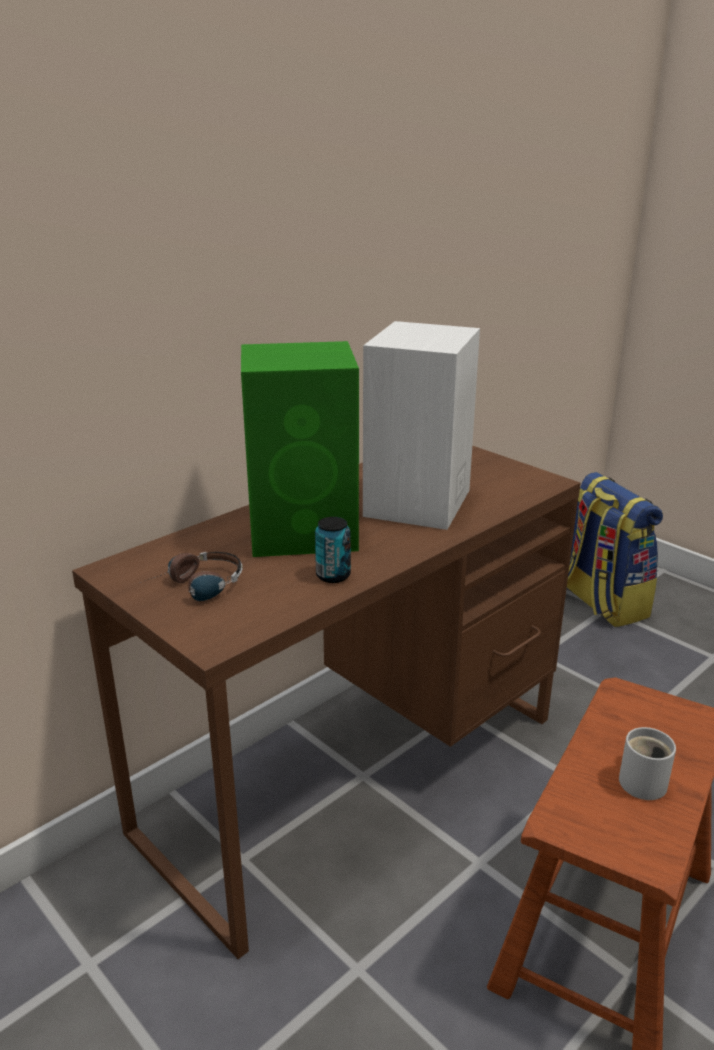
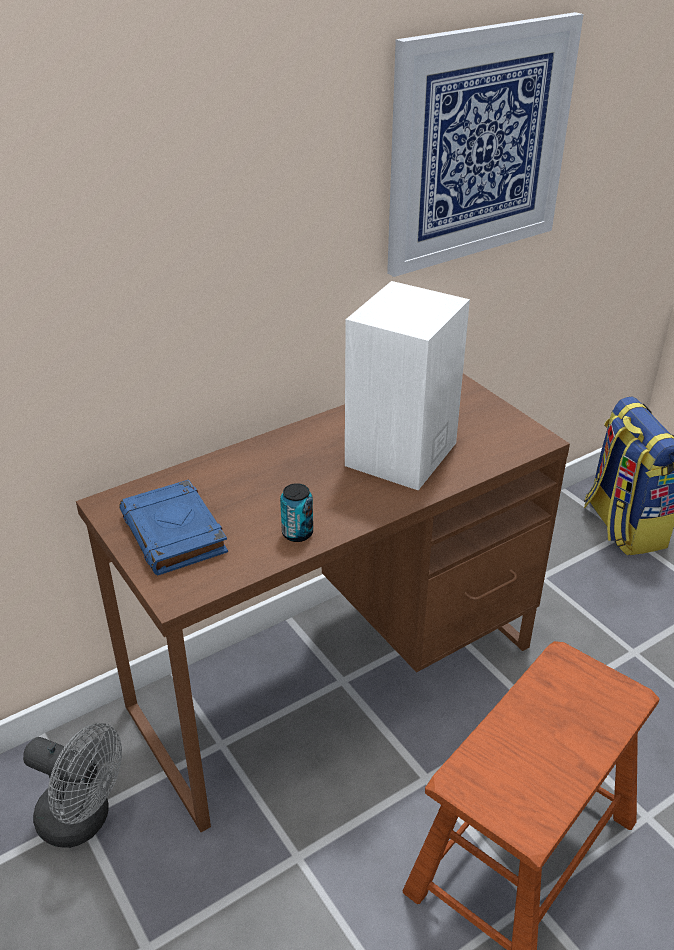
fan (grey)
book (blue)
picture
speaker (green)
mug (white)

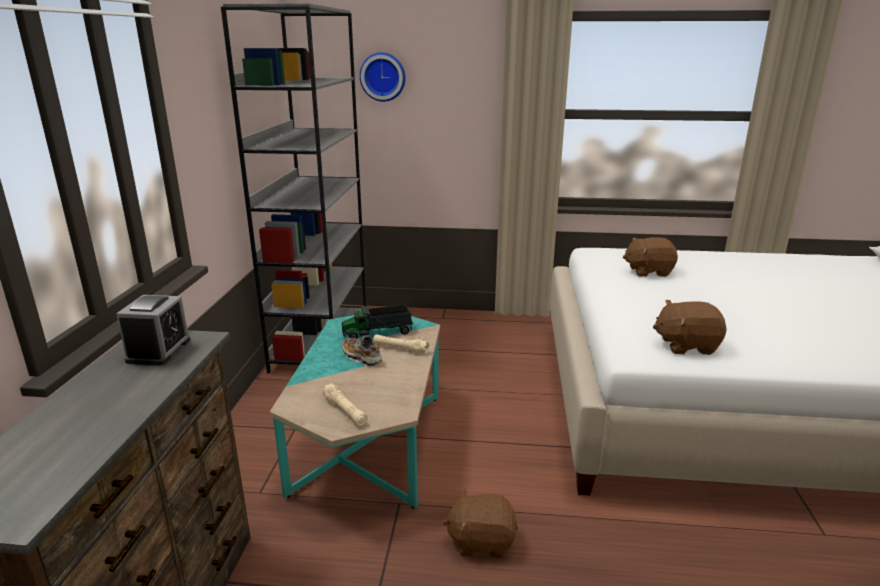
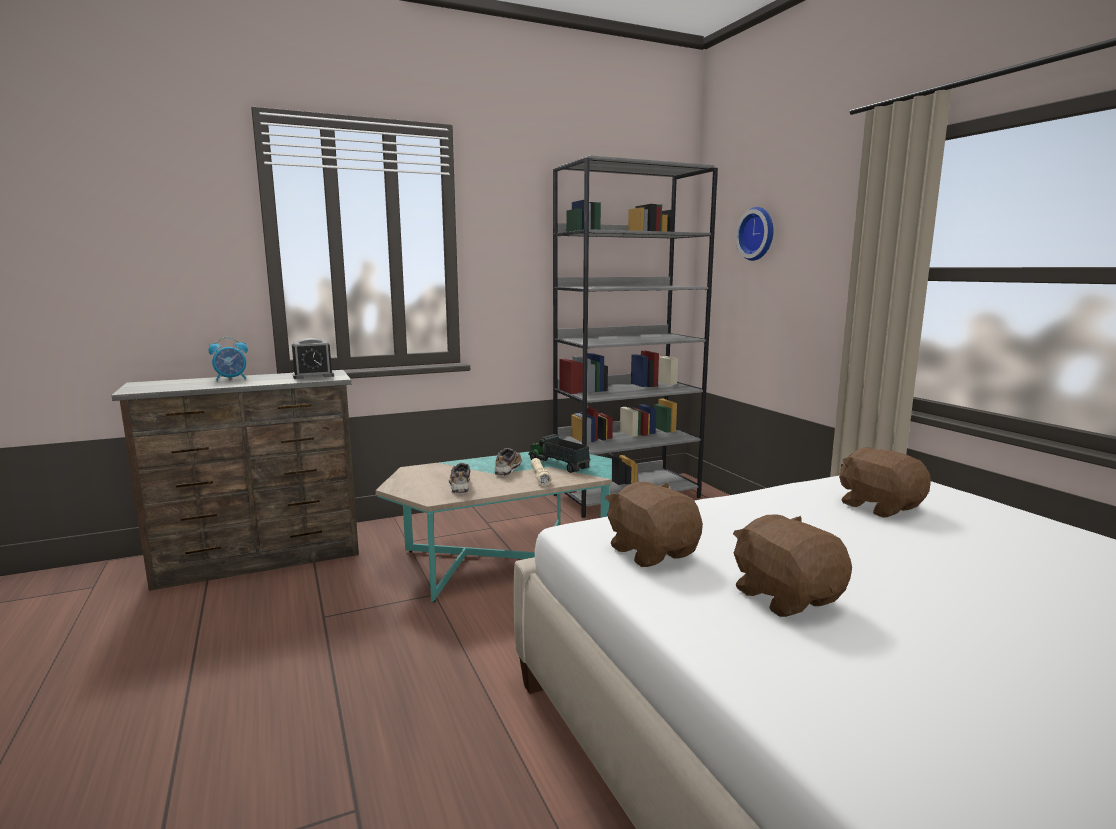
alarm clock (no. 1 from left)
shoe (no. 1 from left)
plush toy (brown) (no. 2 from left)
flashlight (beige) (no. 1 from left in the first image)

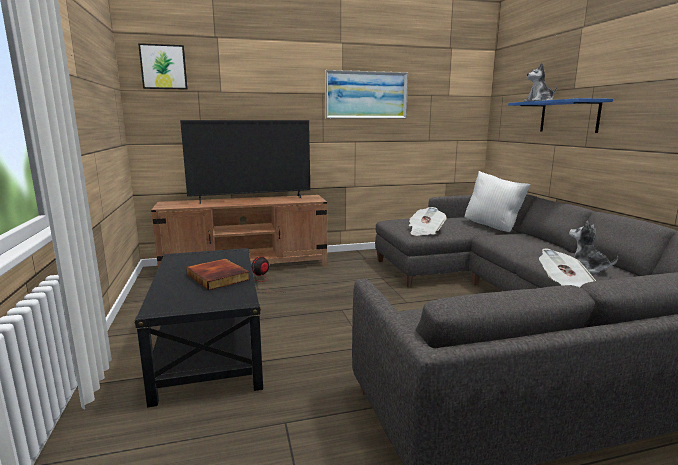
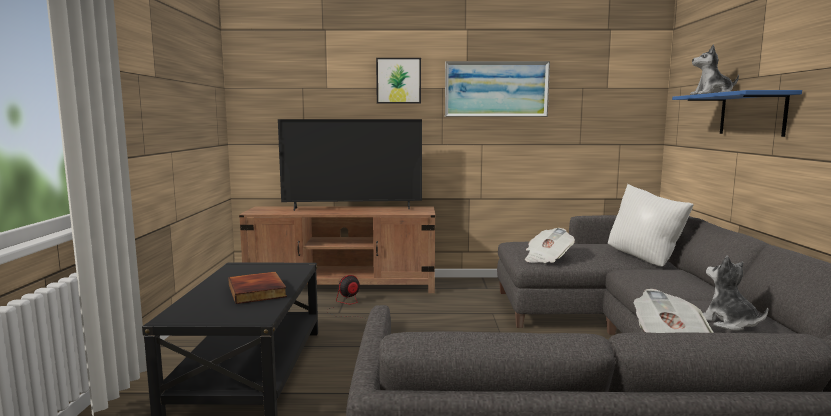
picture (no. 1 from left)

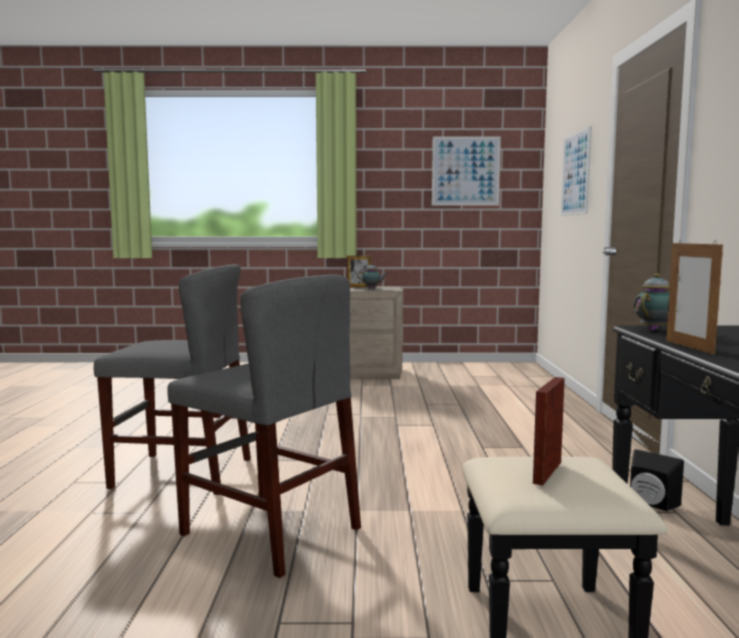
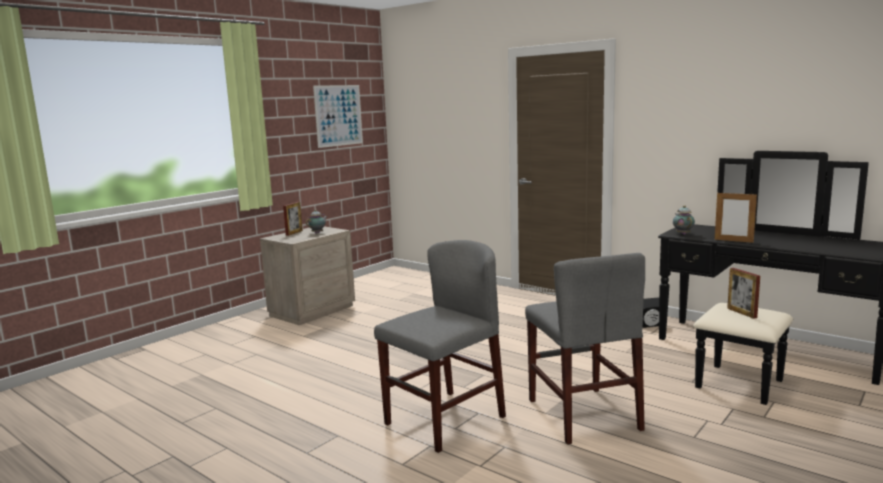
chair (grey) (no. 2 from left)
picture (no. 2 from left in the first image)

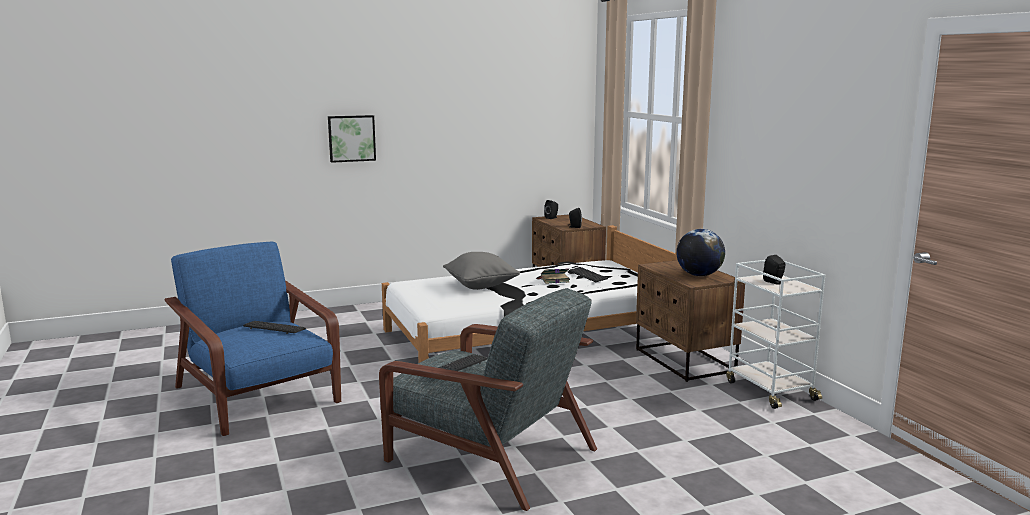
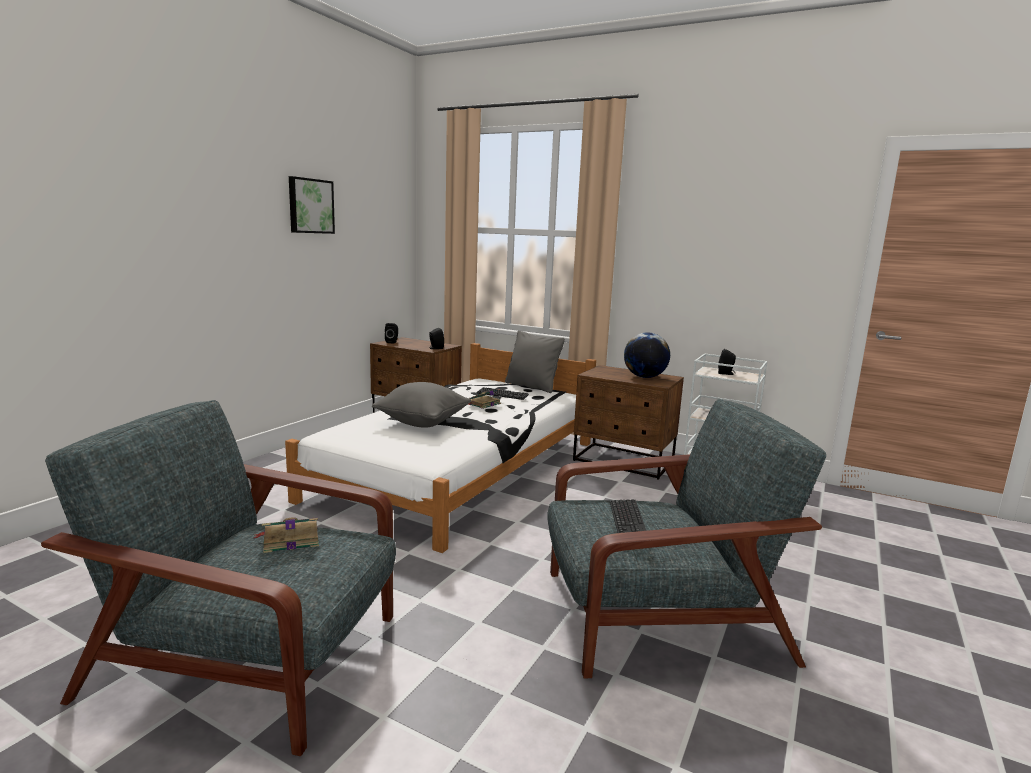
armchair (grey) (no. 1 from left)
book (no. 1 from left)
picture
pillow (grey) (no. 2 from left)

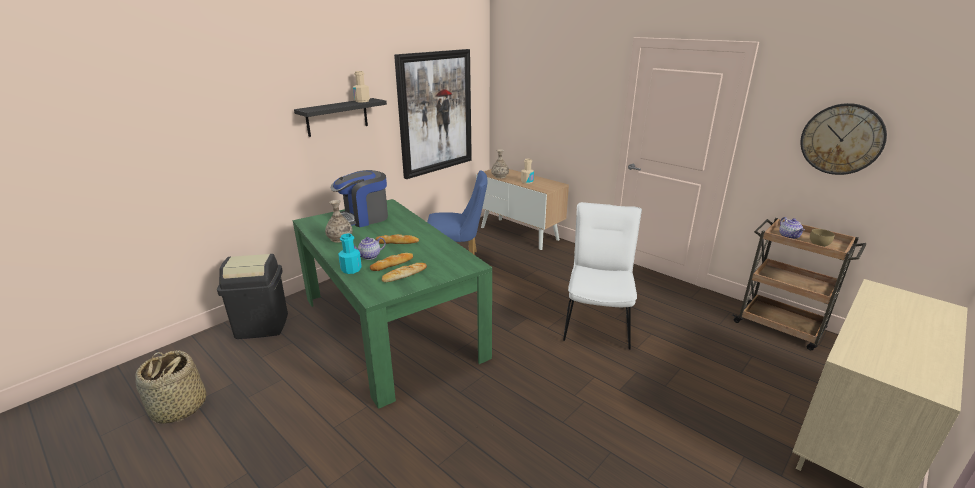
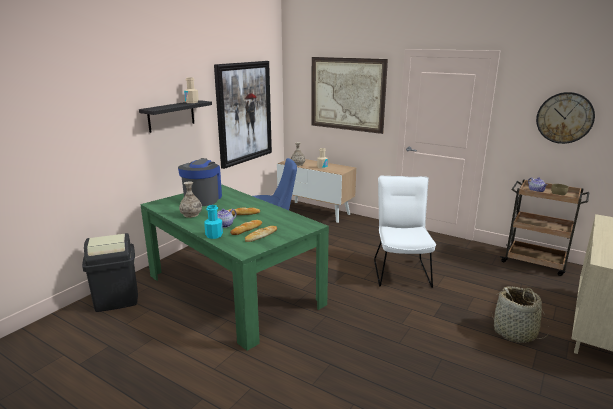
coffee machine
picture (no. 2 from left)
basket

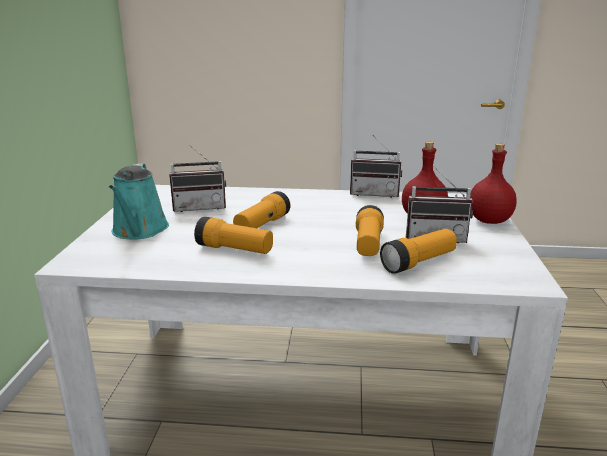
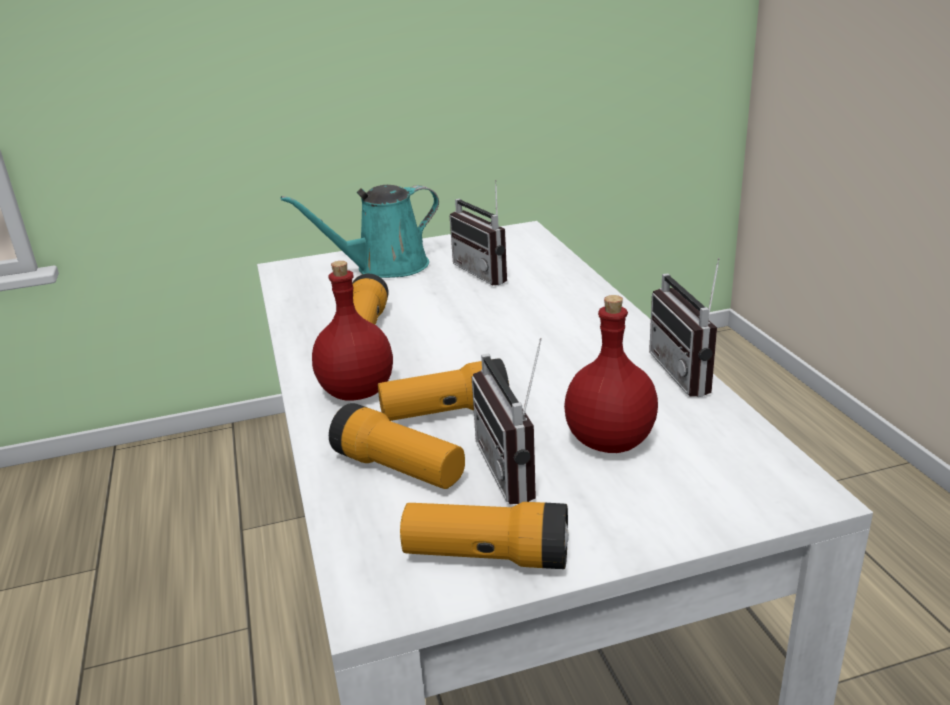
bottle (red) (no. 1 from left)
flashlight (no. 4 from left)

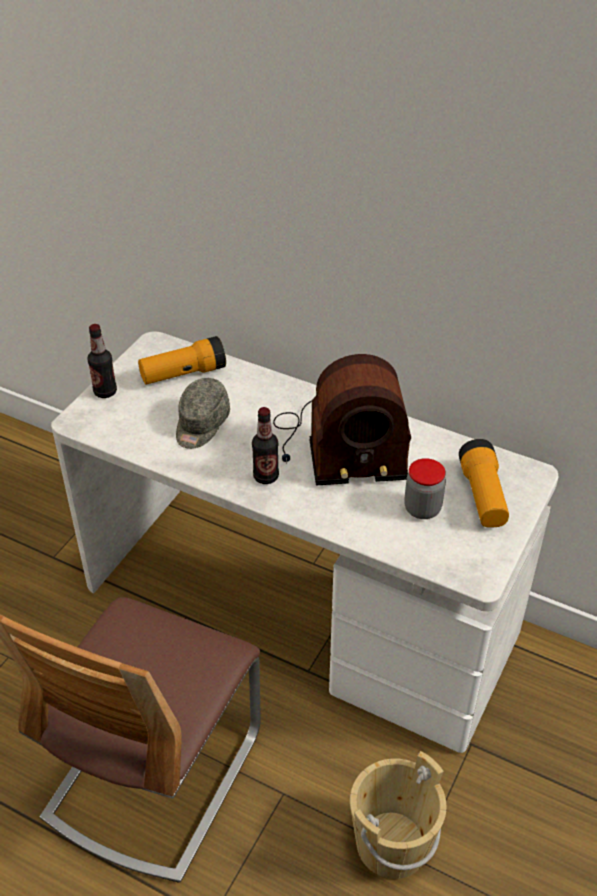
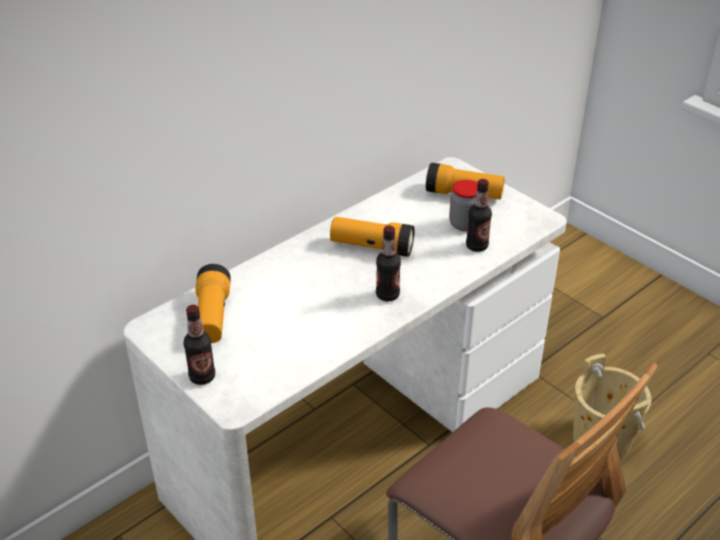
flashlight (no. 2 from left)
bottle (no. 3 from left)
cap (grey)

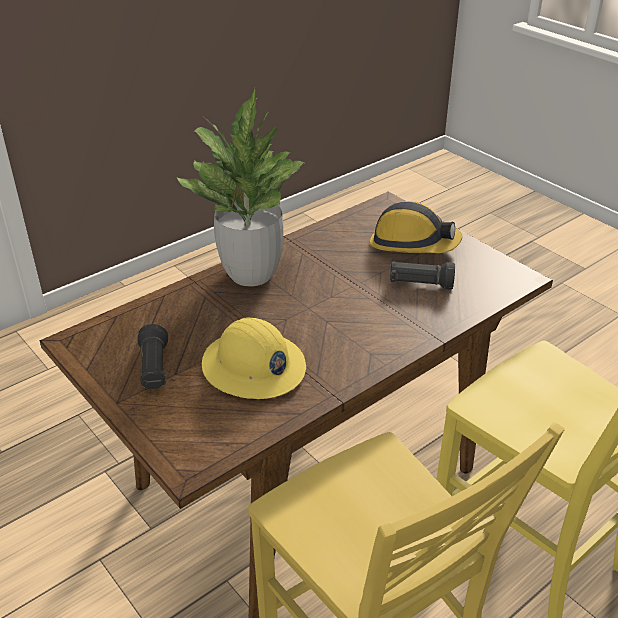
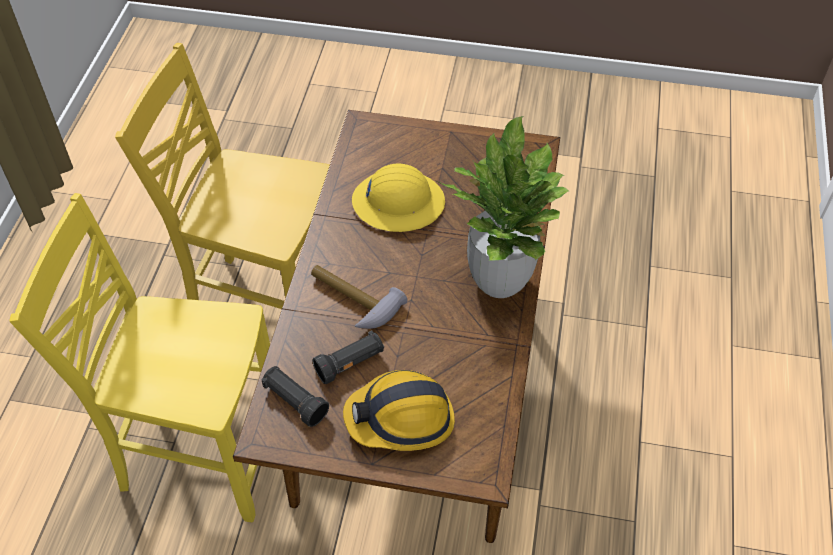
flashlight (black) (no. 1 from left)
hammer

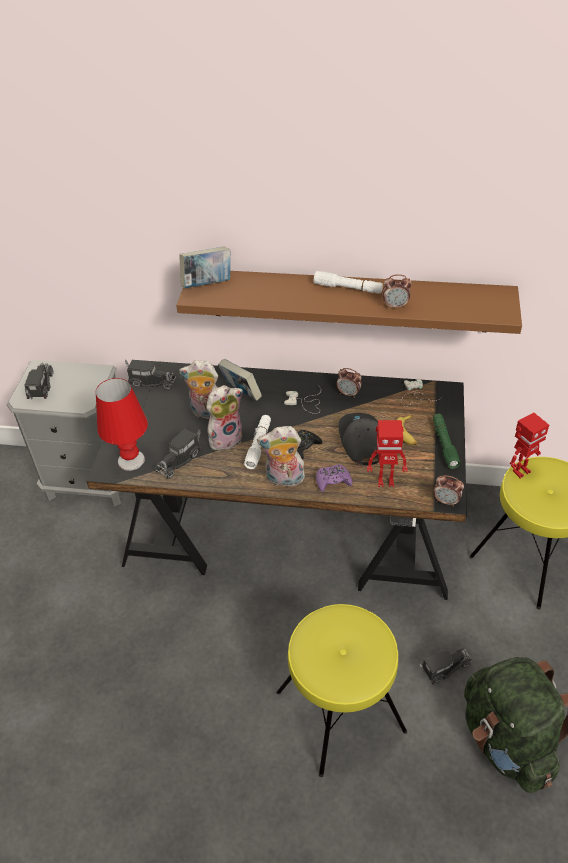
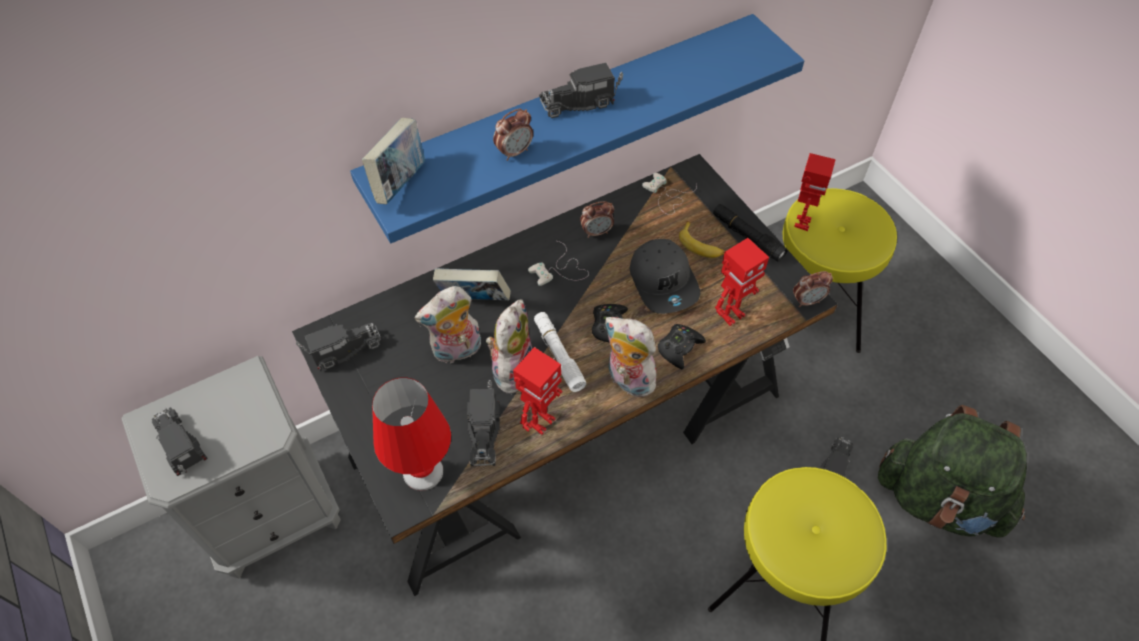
shelf (blue)
alarm clock (no. 1 from left)
toy robot (no. 1 from left)
toy truck (no. 4 from left)
plush toy (no. 3 from left)
cap (grey)
game controller (black) (no. 2 from left)
flashlight (black)

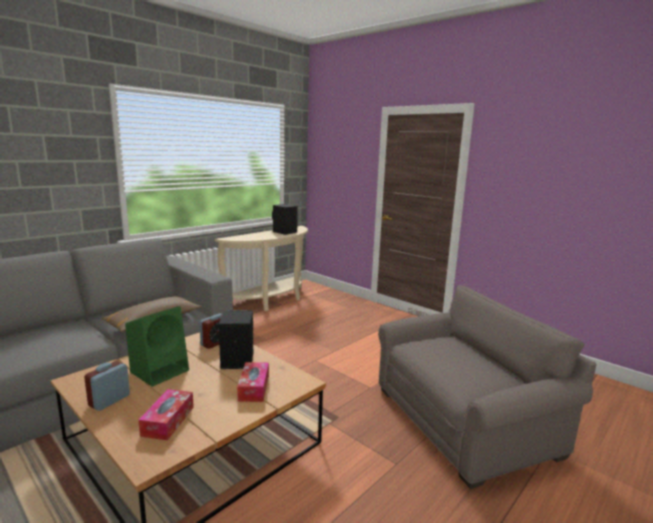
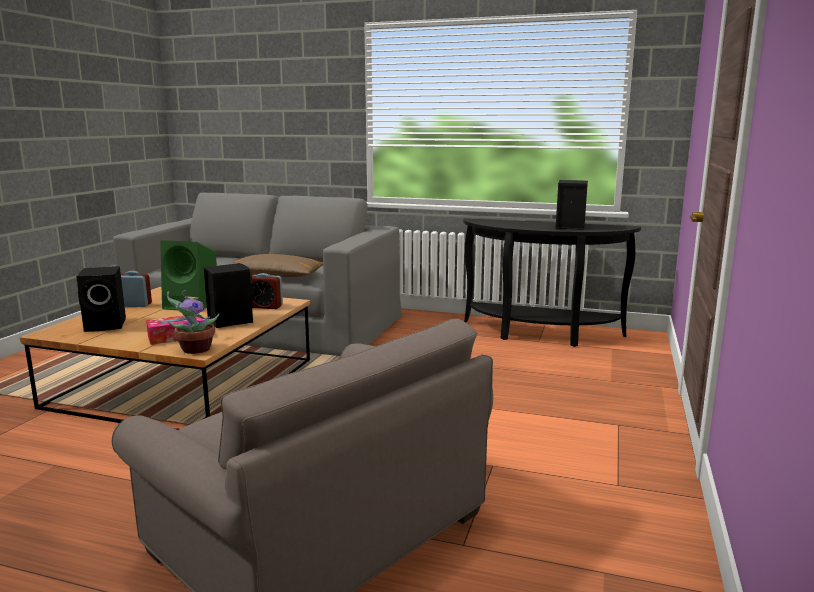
speaker (black) (no. 1 from left)
potted plant
console table (black)

